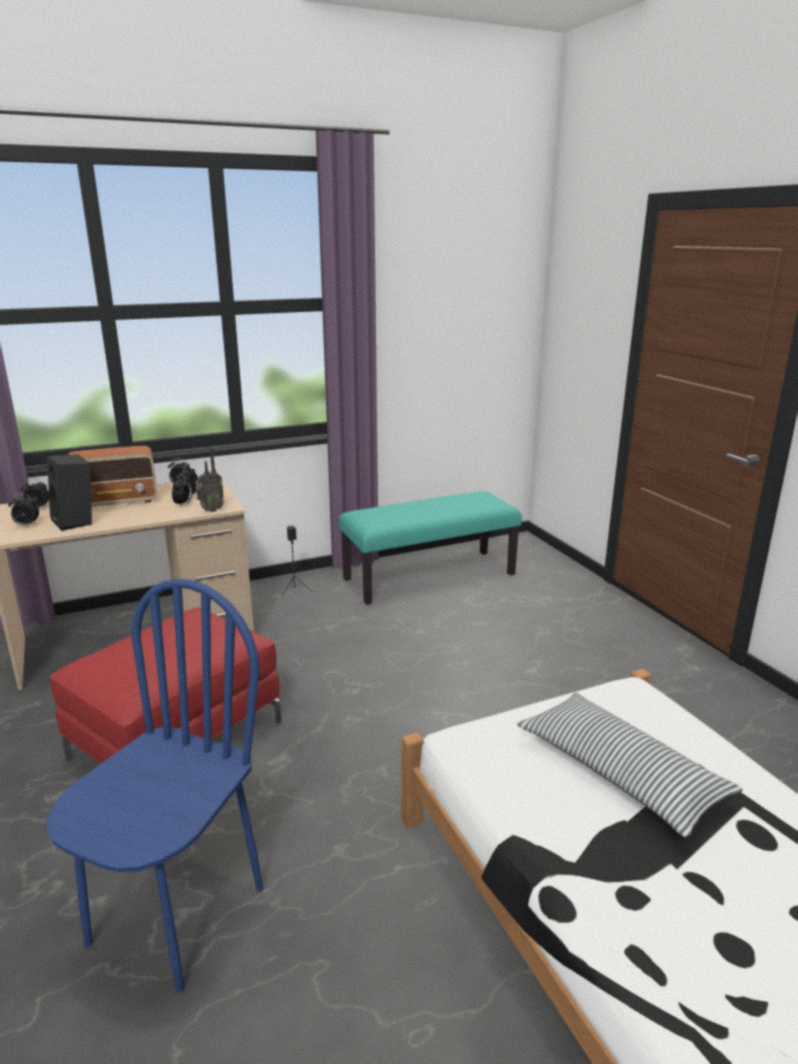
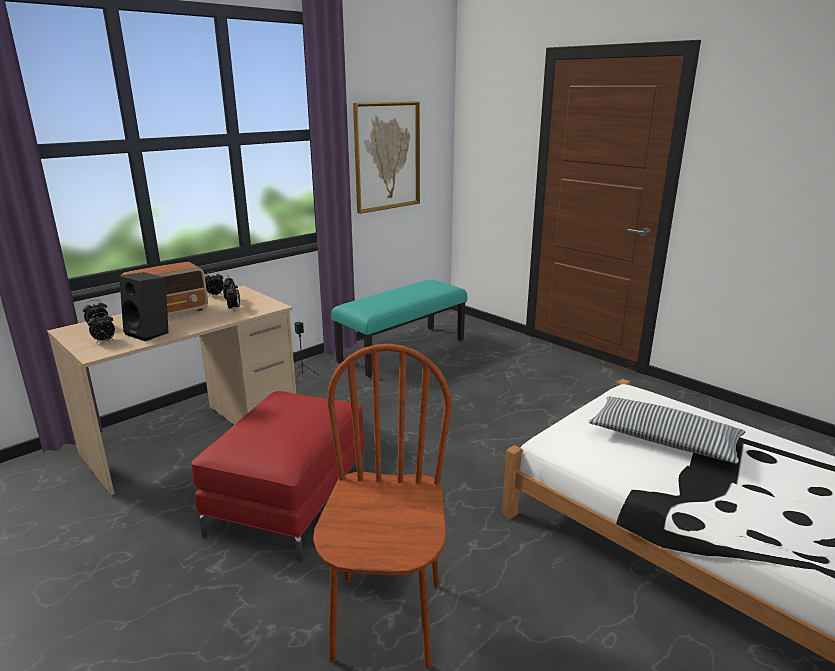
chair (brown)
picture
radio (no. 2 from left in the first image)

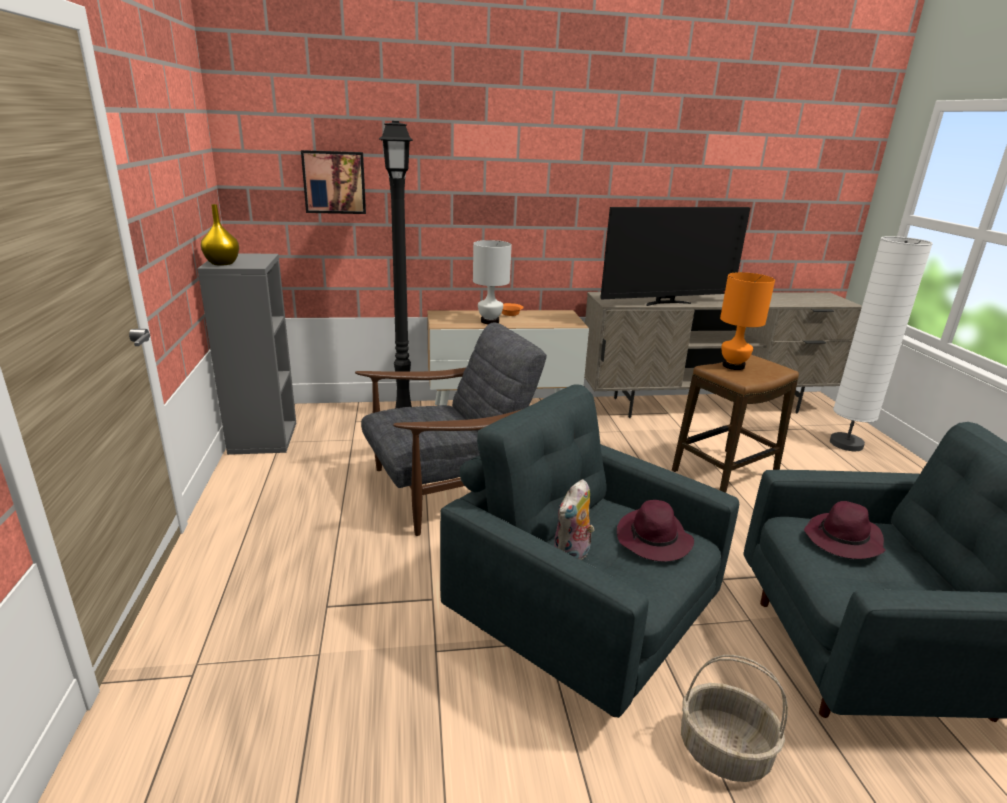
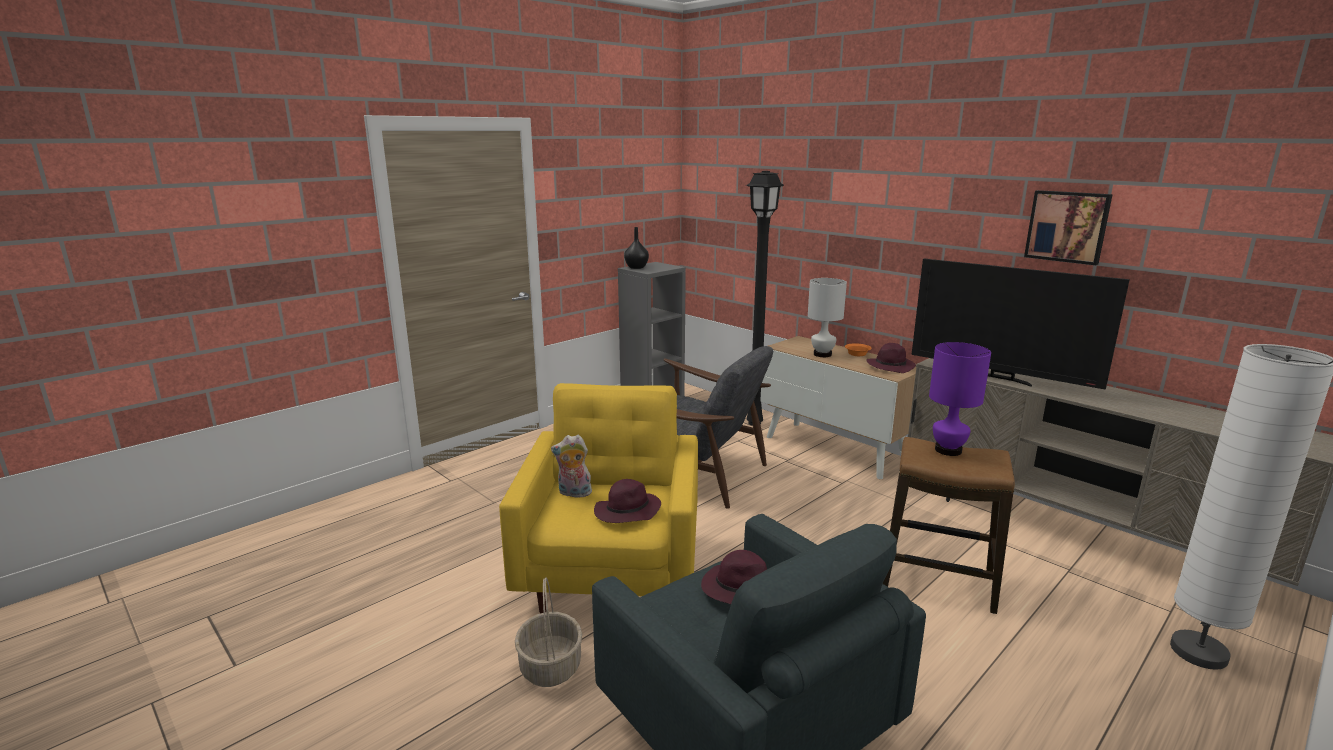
armchair (yellow)
vase (black)
hat (purple) (no. 3 from left)
table lamp (purple)
picture

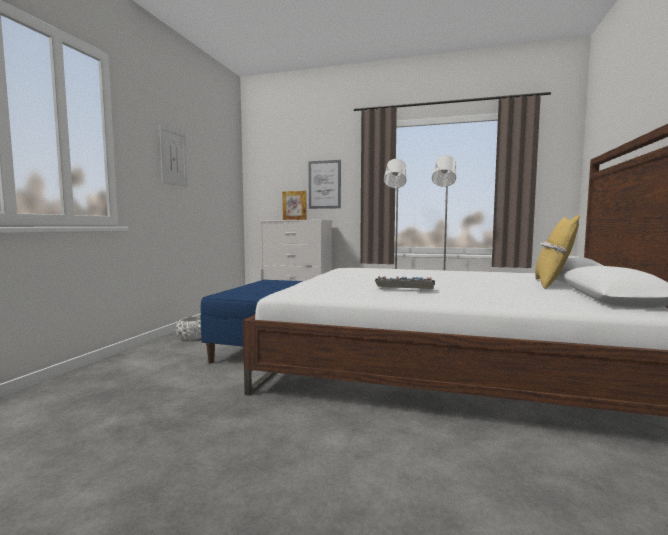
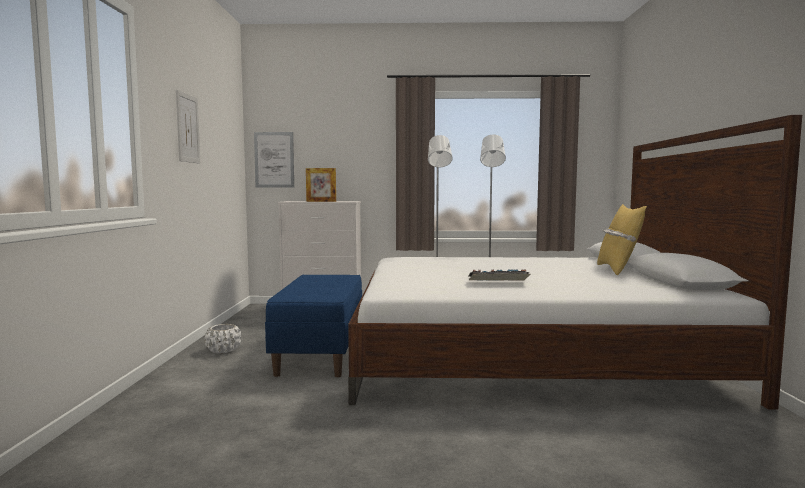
picture (no. 2 from left)

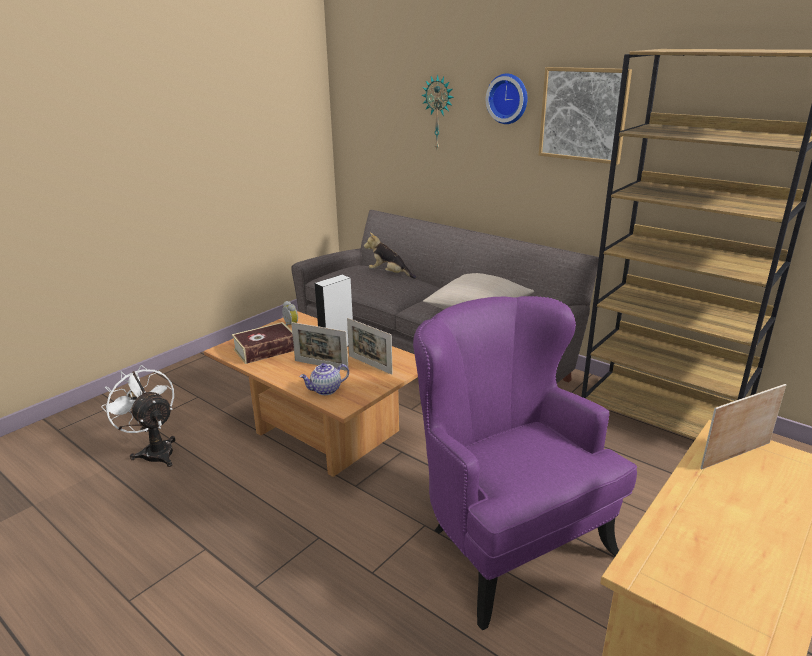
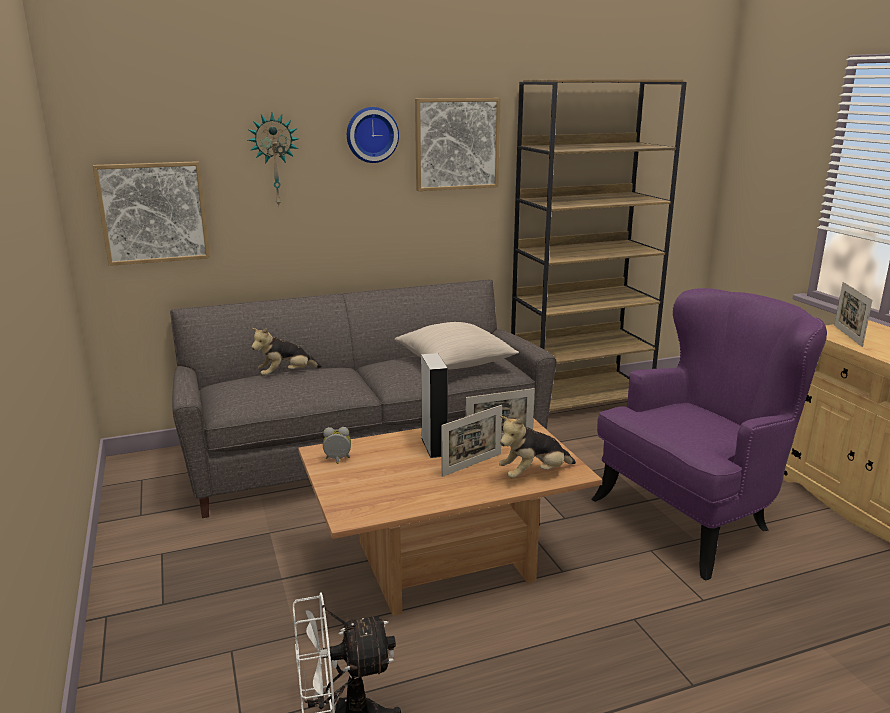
picture (no. 1 from left)
plush toy (no. 2 from left)
armchair (purple)
book

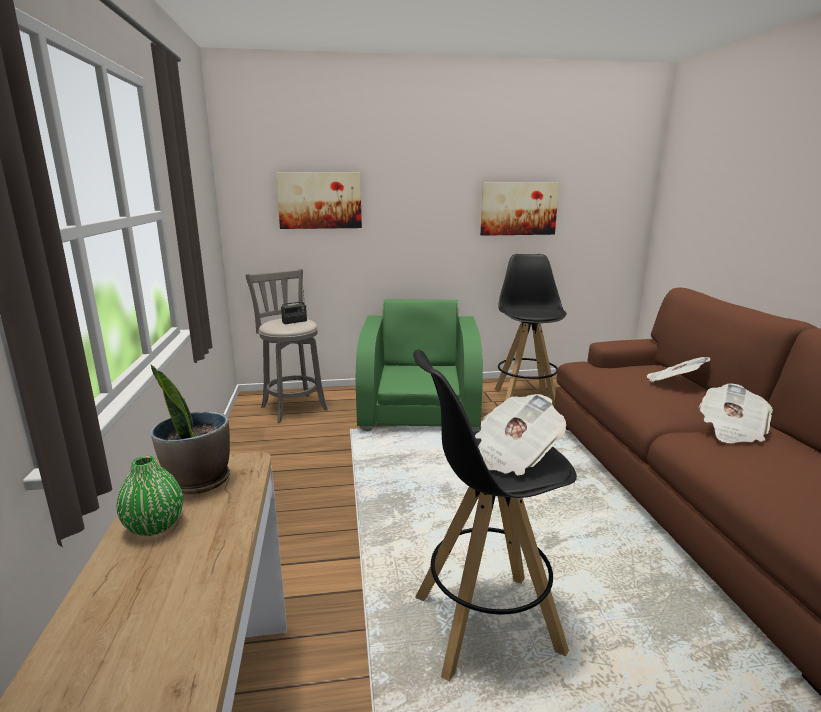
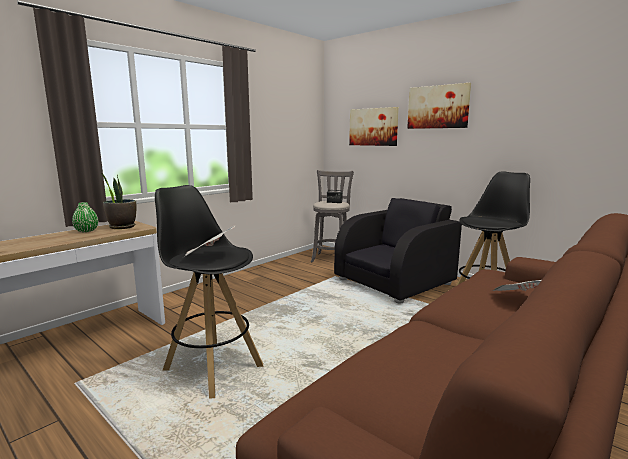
armchair (black)
picture (no. 2 from left)
newspaper (no. 3 from left in the first image)

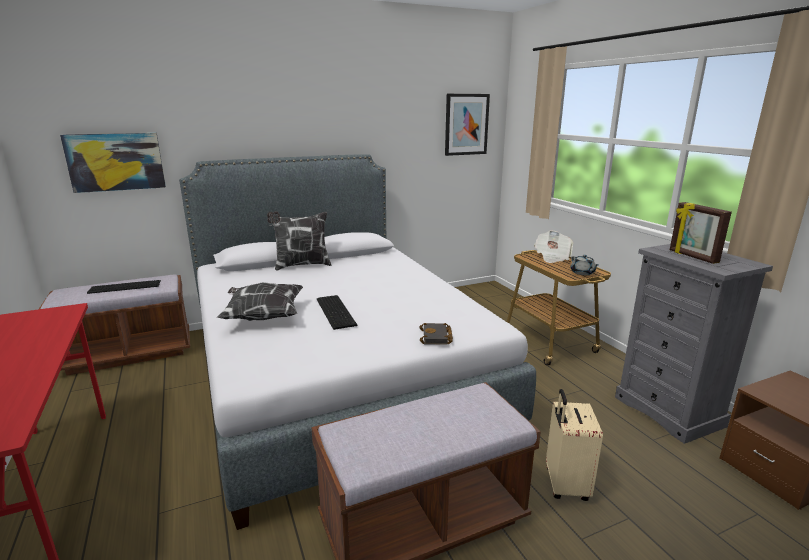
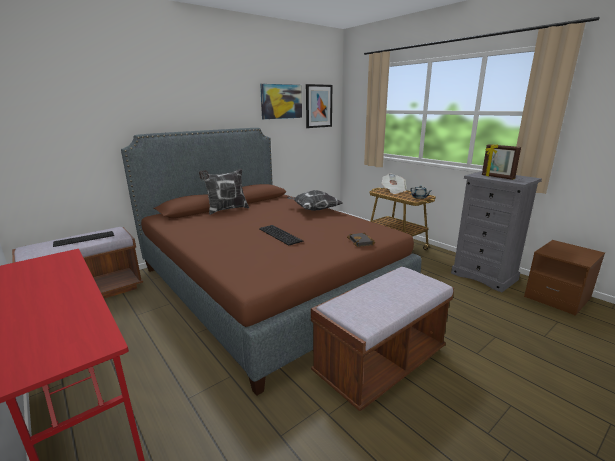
bed (brown)
picture (no. 1 from left)
pillow (no. 2 from left)
suitcase (beige)

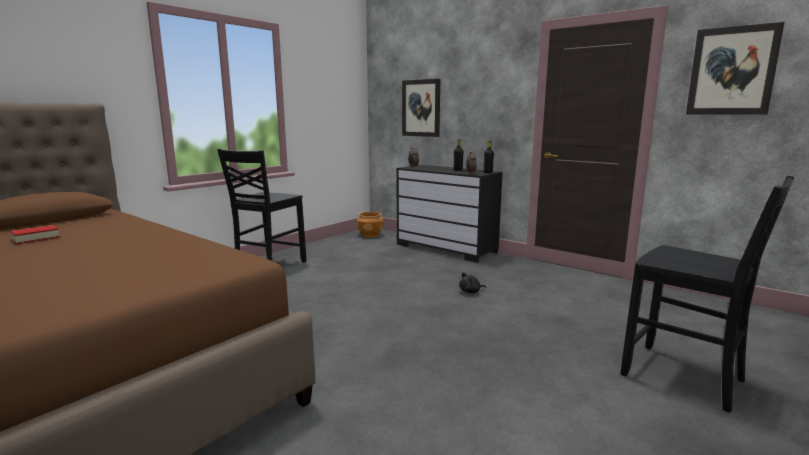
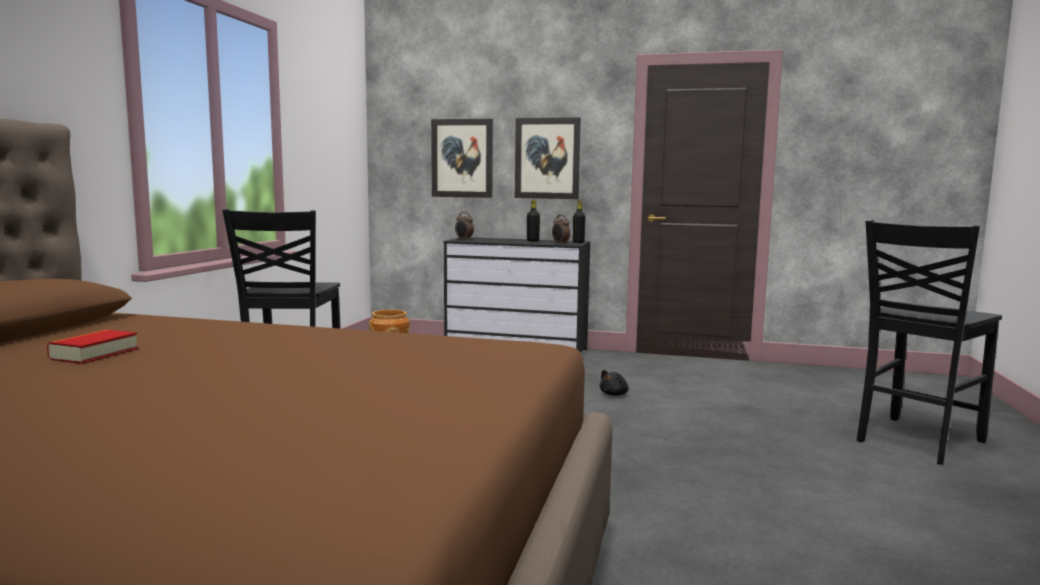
picture (no. 2 from left)
chair (black) (no. 2 from left)

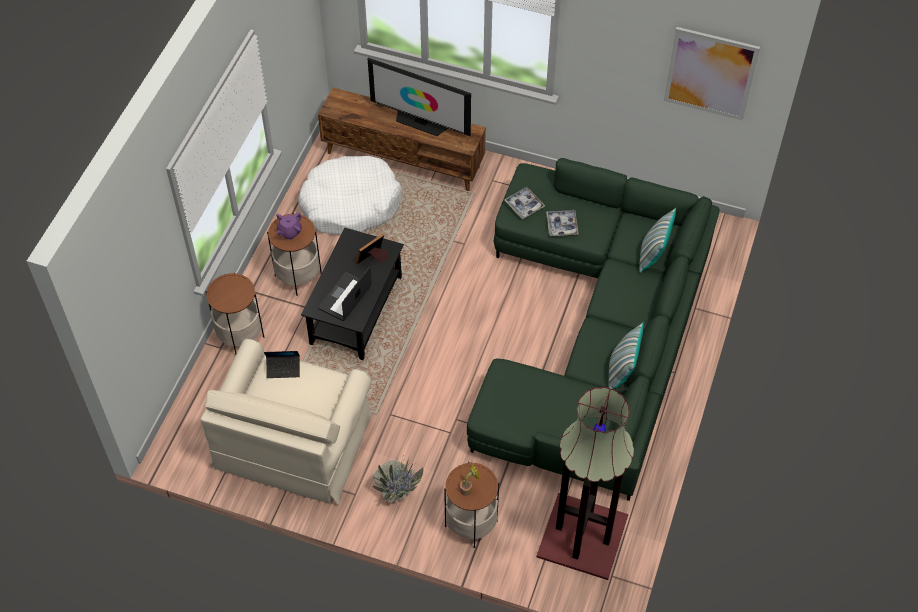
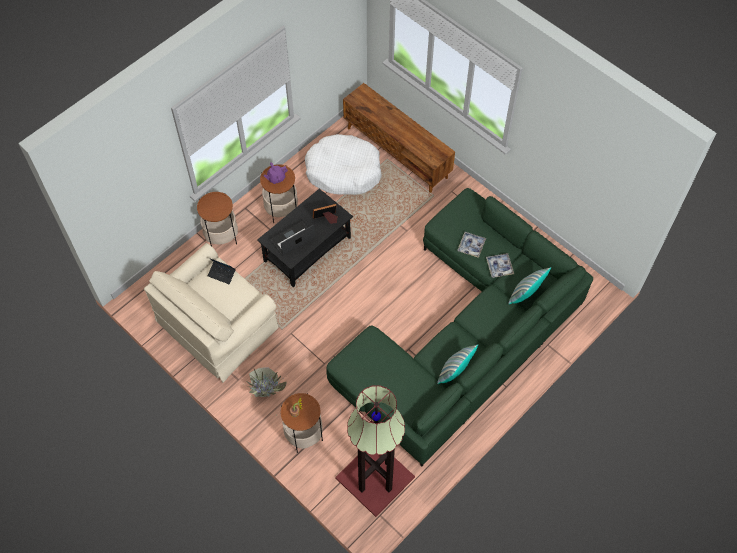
tray (no. 2 from left)
television
picture

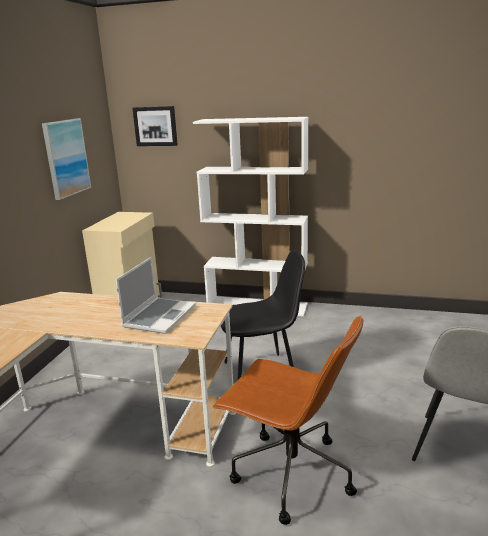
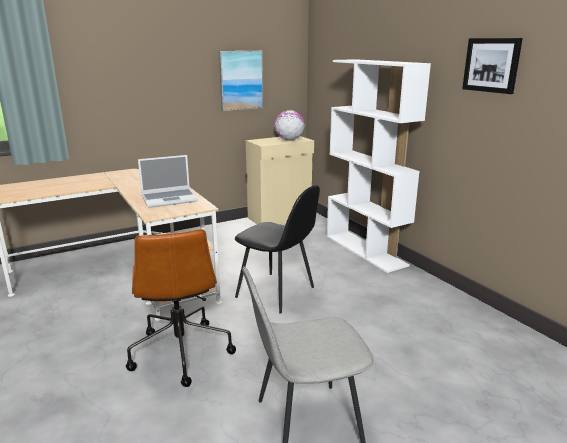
globe
picture (no. 2 from left)

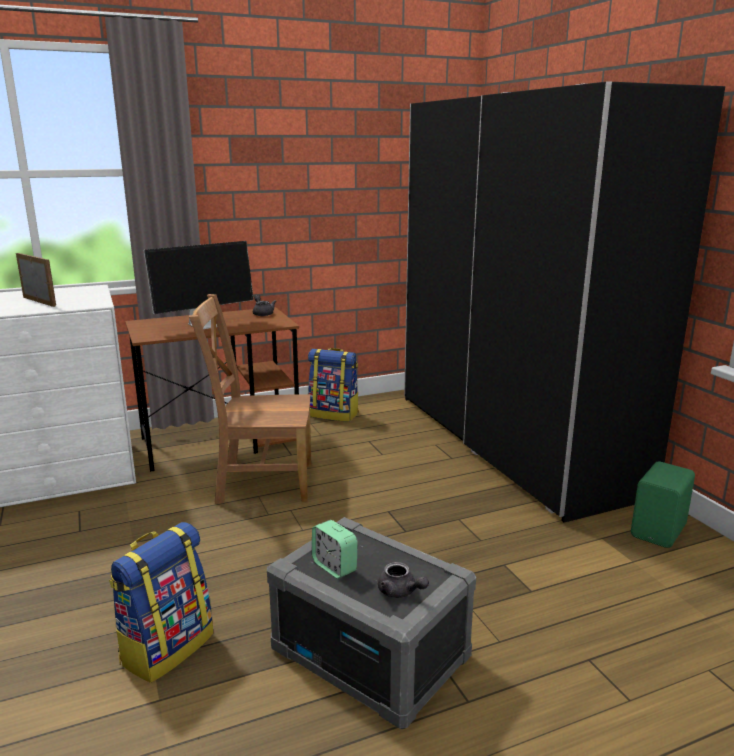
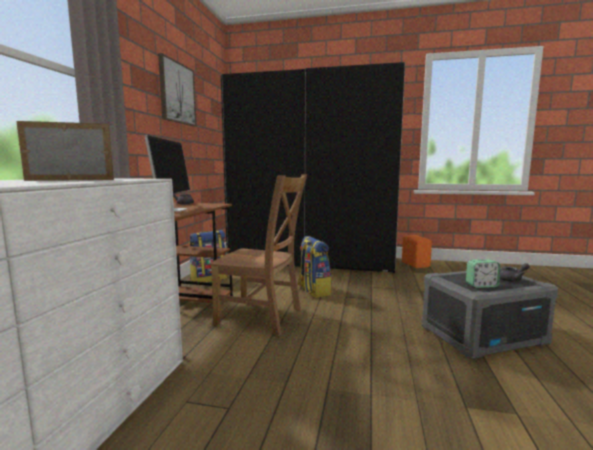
picture
chair (brown)
backpack (no. 2 from left)
speaker (orange)

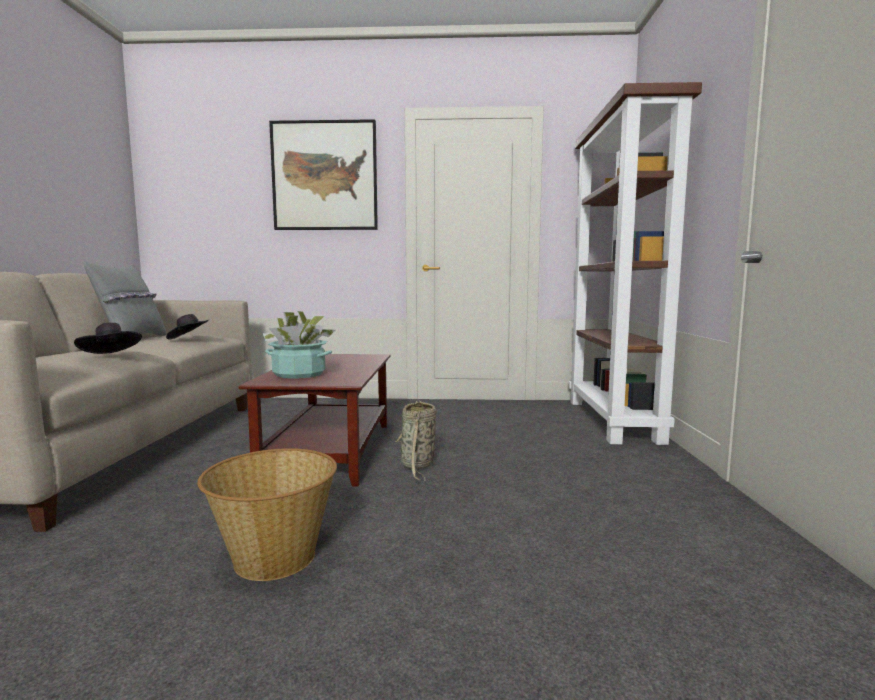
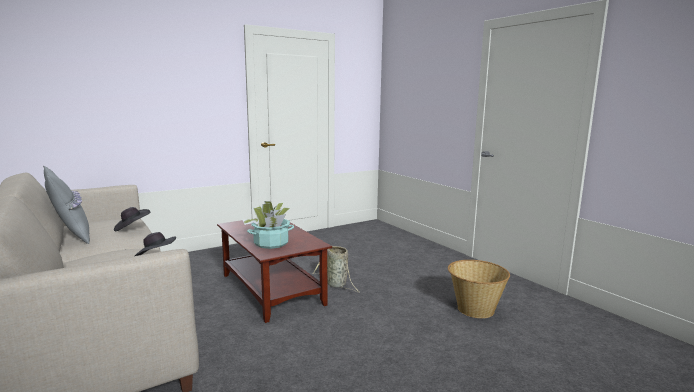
basket (no. 2 from left)
picture
bookcase (brown)

